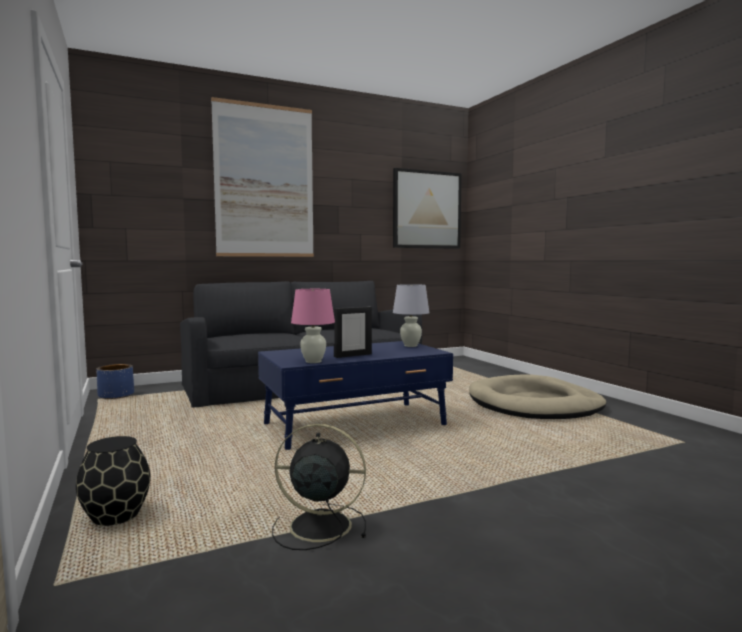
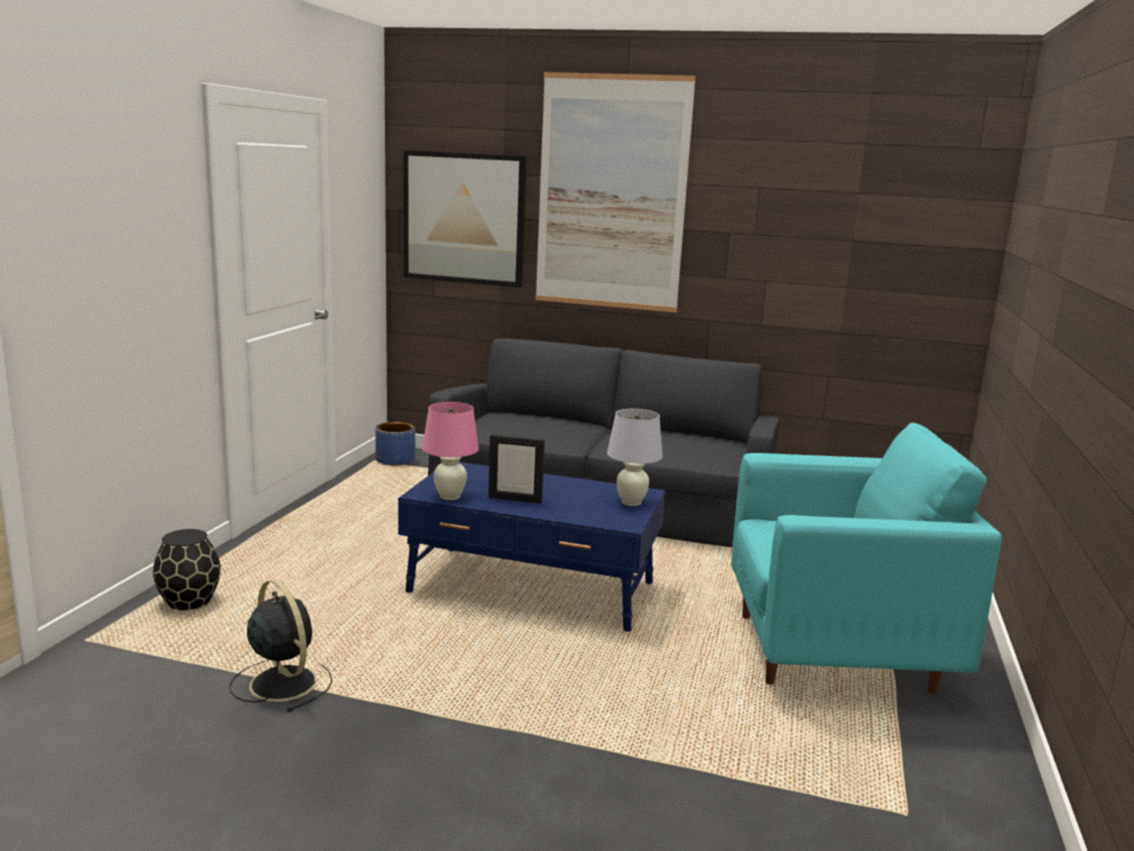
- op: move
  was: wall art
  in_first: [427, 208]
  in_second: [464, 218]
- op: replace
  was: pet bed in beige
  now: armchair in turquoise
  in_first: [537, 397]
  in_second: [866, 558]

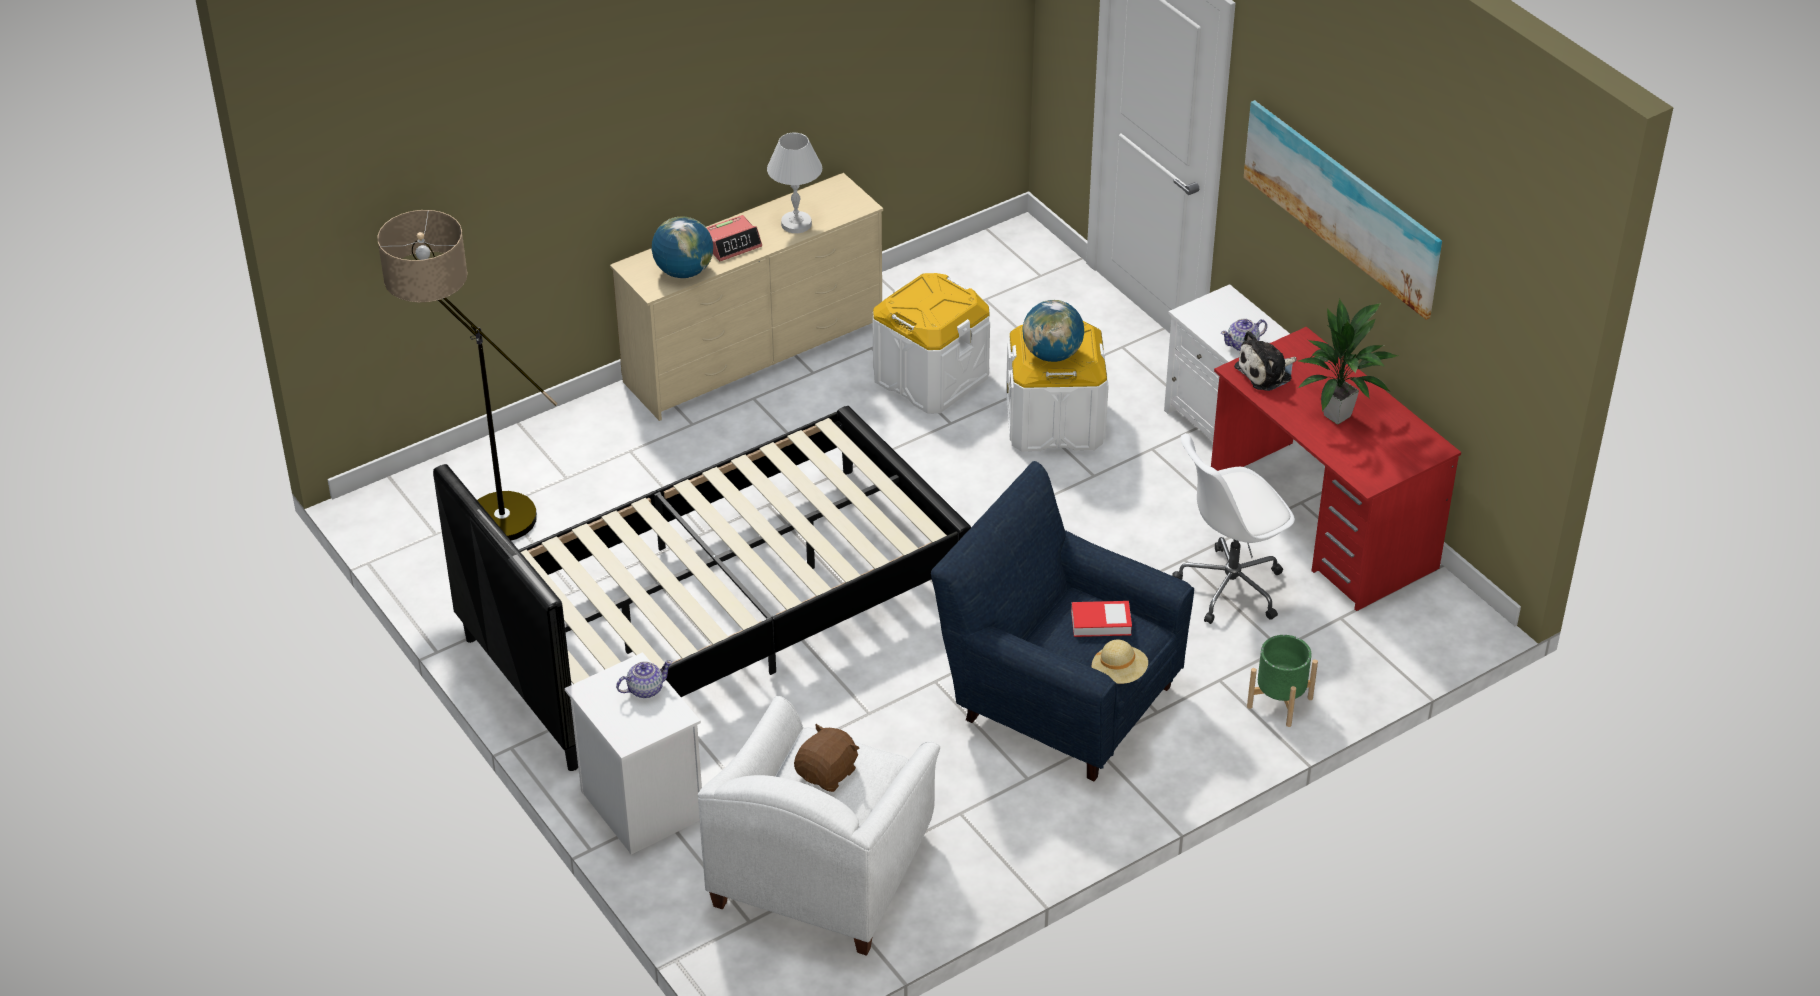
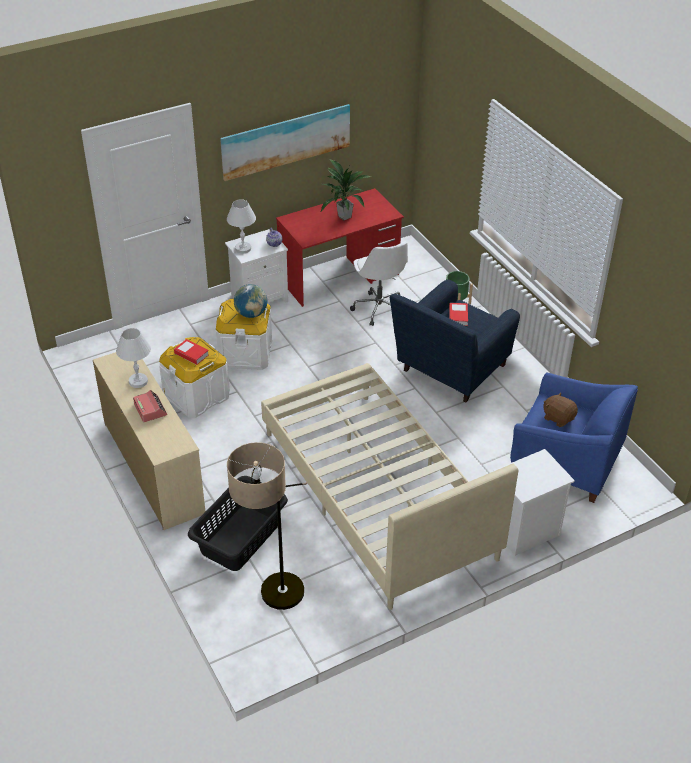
- op: recolor
  was: bed in black
  now: bed in beige
  in_first: [702, 588]
  in_second: [389, 486]
- op: delete
  was: teapot
  in_first: [644, 679]
- op: delete
  was: world globe
  in_first: [682, 247]
- op: recolor
  was: armchair in whitish
  now: armchair in blue
  in_first: [819, 826]
  in_second: [574, 437]
- op: delete
  was: wearable hat in beige
  in_first: [1120, 662]
- op: delete
  was: plush toy
  in_first: [1265, 361]
- op: insert
  now: bound book
  in_second: [191, 352]
- op: insert
  now: laundry basket in black
  in_second: [238, 523]
- op: insert
  now: lamp for a table in whitish
  in_second: [241, 226]

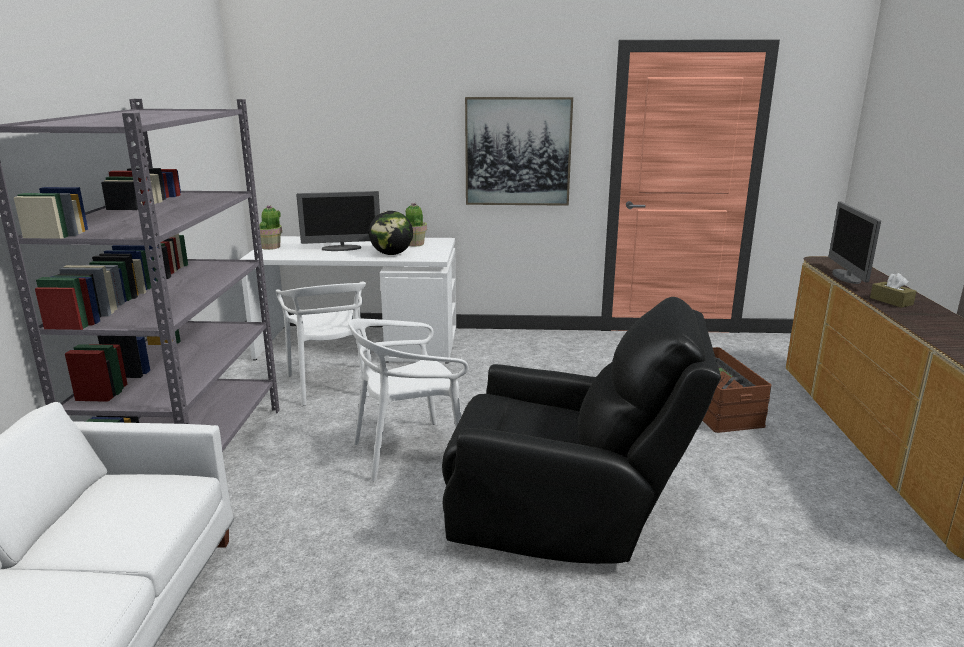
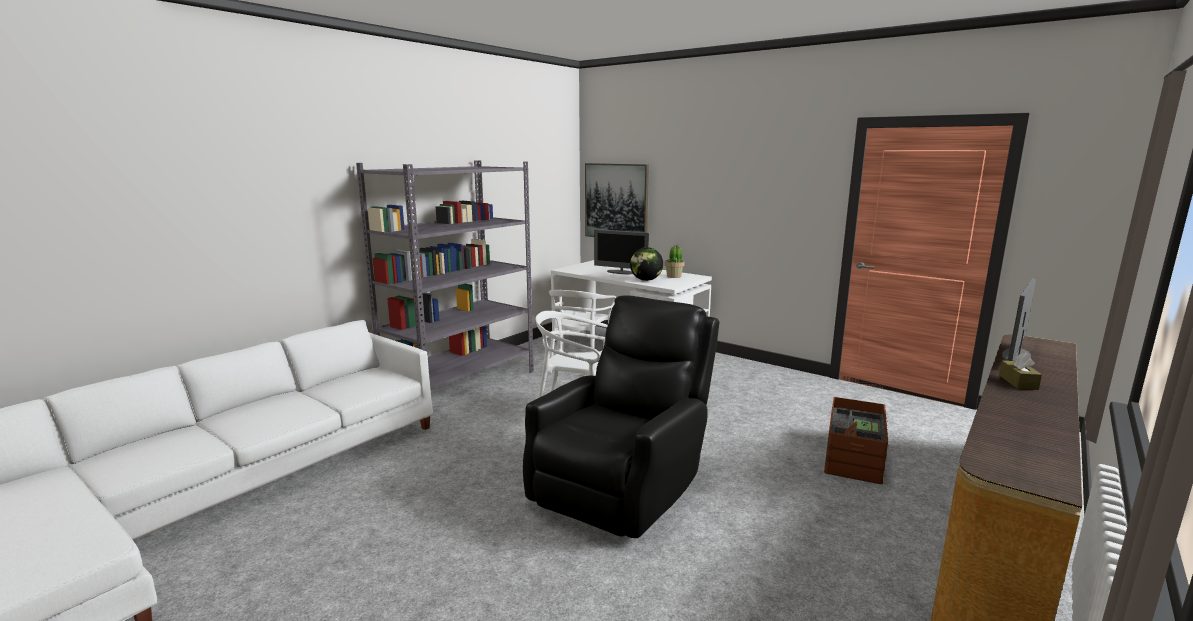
- op: delete
  was: plant in a pot
  in_first: [270, 227]
- op: rotate
  was: armchair in black
  in_first: [581, 430]
  in_second: [621, 416]
  clockwise: -105
- op: move
  was: wall art
  in_first: [519, 151]
  in_second: [617, 200]

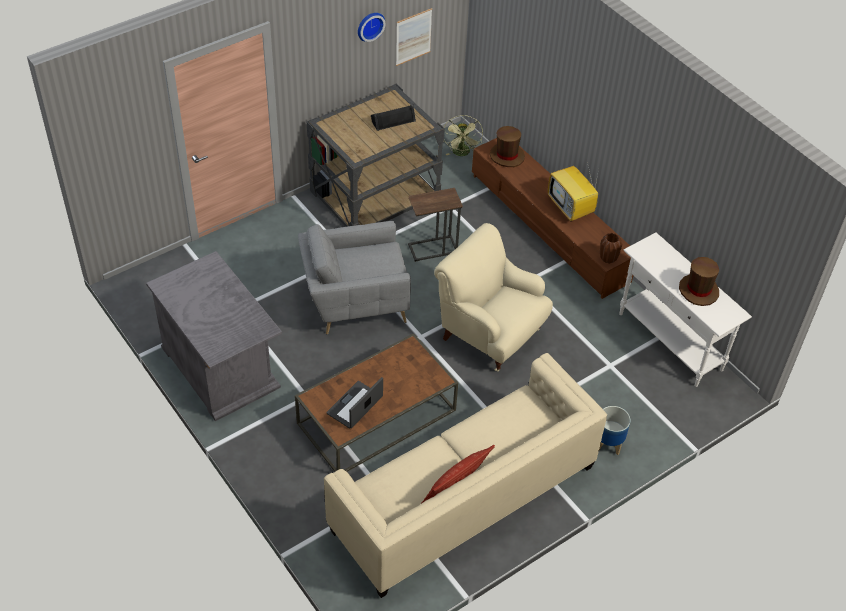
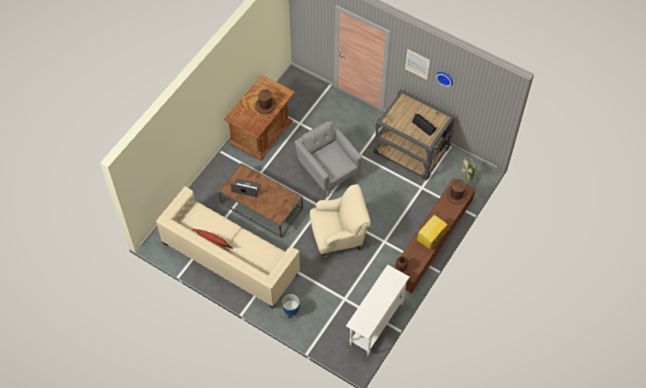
- op: recolor
  was: cupboard in grey
  now: cupboard in brown
  in_first: [214, 336]
  in_second: [259, 117]
- op: move
  was: wall art
  in_first: [414, 37]
  in_second: [417, 64]
- op: delete
  was: end table in brown
  in_first: [435, 225]
- op: rotate
  was: armchair in beige
  in_first: [493, 297]
  in_second: [340, 220]
  clockwise: 60
- op: move
  was: wearable hat in brown
  in_first: [699, 281]
  in_second: [265, 101]

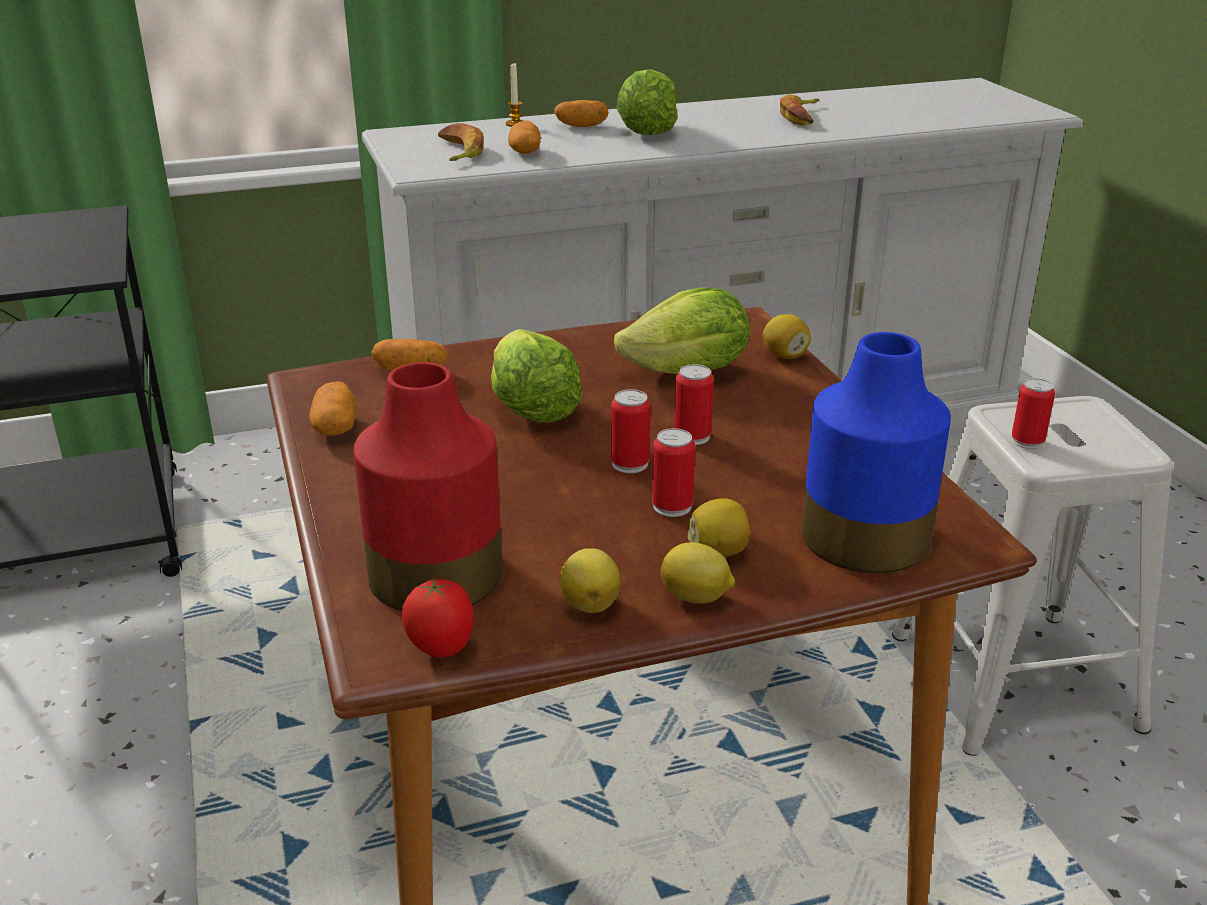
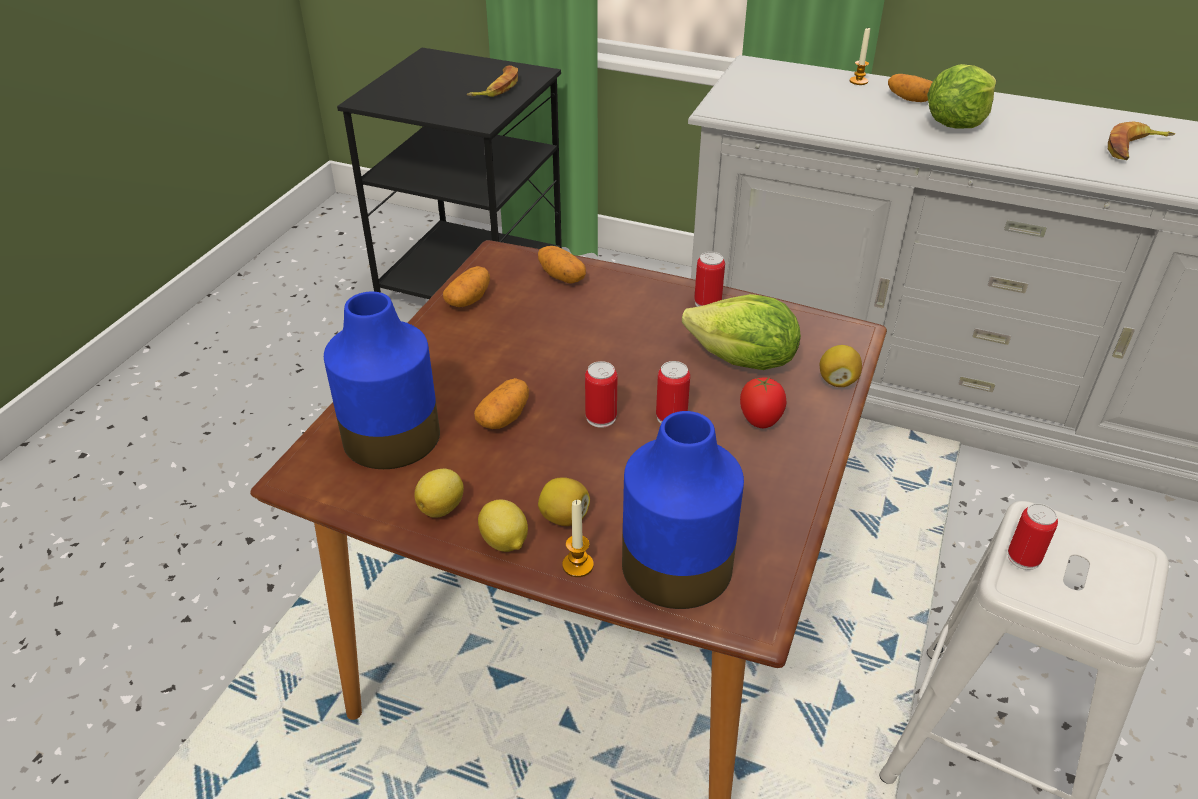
- op: recolor
  was: flower vase in reddish
  now: flower vase in blue
  in_first: [428, 486]
  in_second: [382, 380]
- op: move
  was: tomato
  in_first: [438, 617]
  in_second: [763, 402]
- op: move
  was: banana fruit
  in_first: [461, 142]
  in_second: [492, 81]
- op: delete
  was: lettuce
  in_first: [536, 376]
- op: move
  was: potato
  in_first: [524, 137]
  in_second: [501, 403]
- op: move
  was: sealed can
  in_first: [673, 472]
  in_second: [709, 279]
- op: insert
  now: wax light
  in_second: [578, 538]

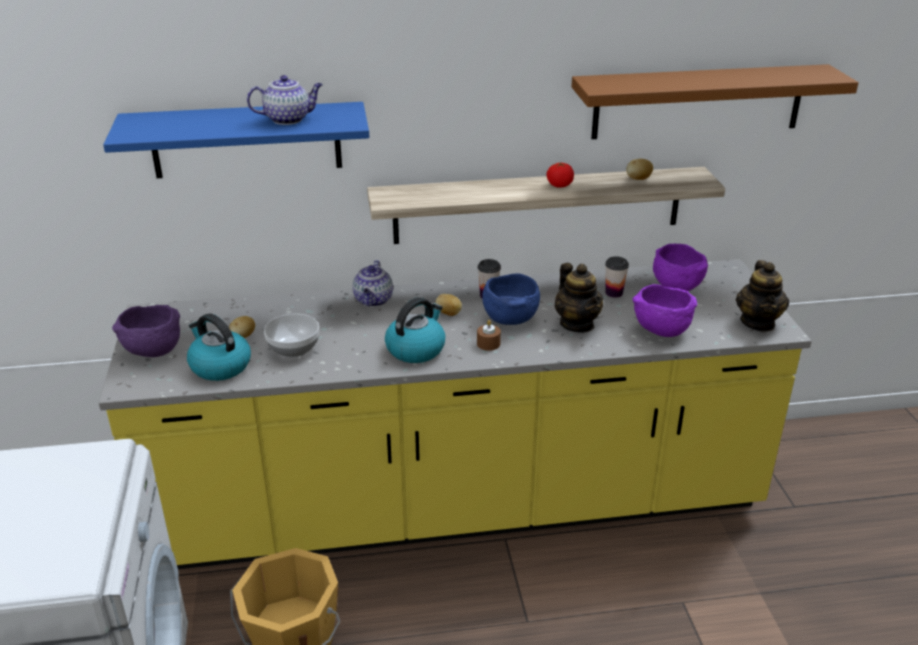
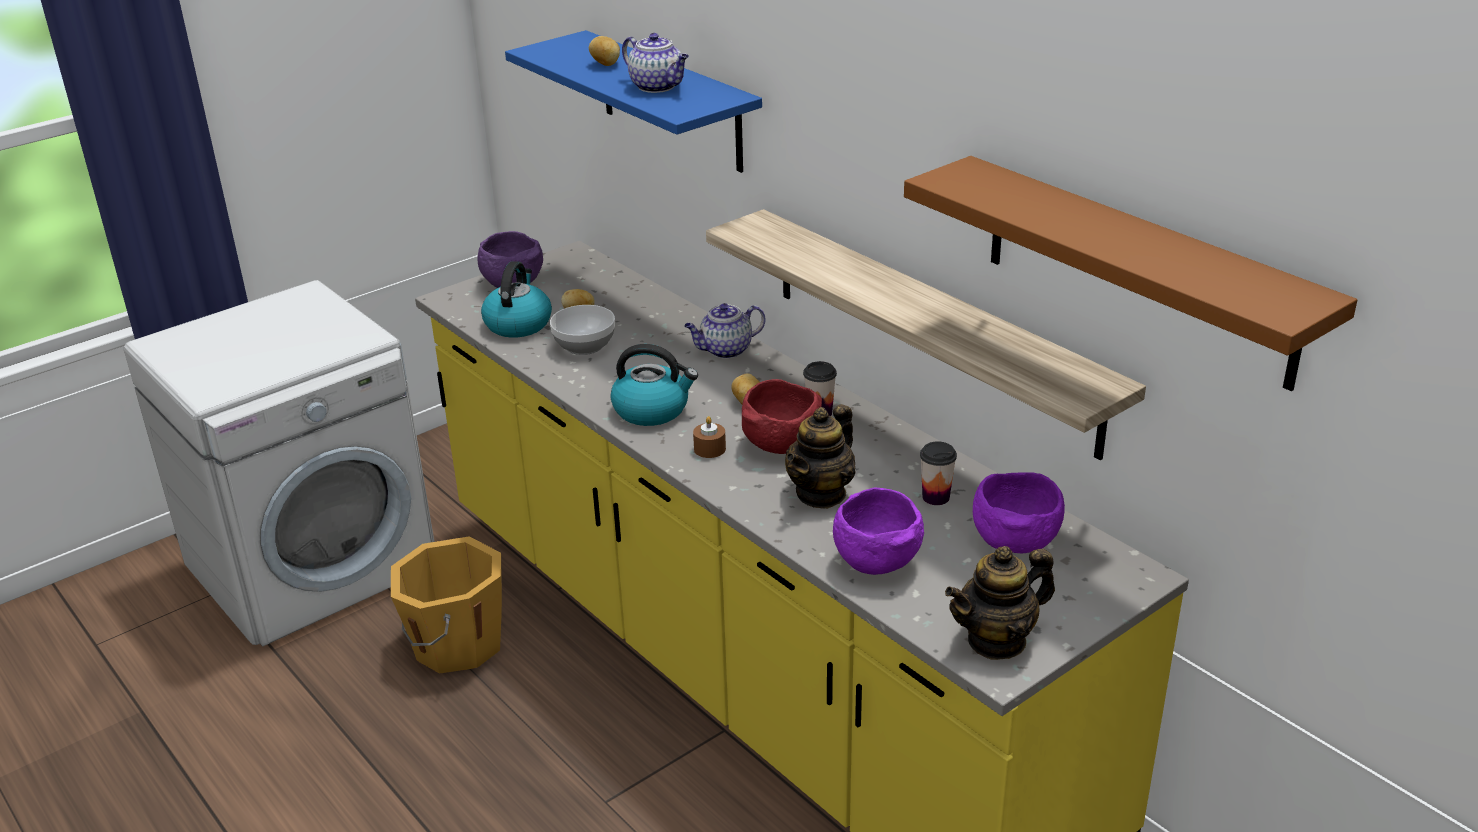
- op: recolor
  was: deep dish in blue
  now: deep dish in reddish
  in_first: [511, 299]
  in_second: [782, 416]
- op: delete
  was: tomato
  in_first: [560, 175]
- op: move
  was: potato
  in_first: [639, 169]
  in_second: [604, 51]

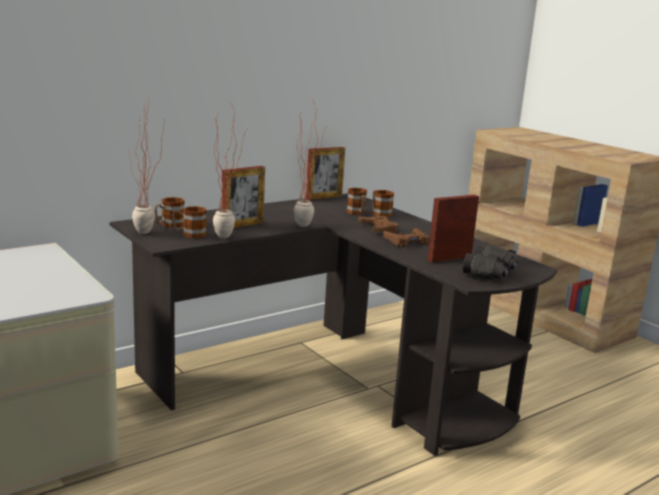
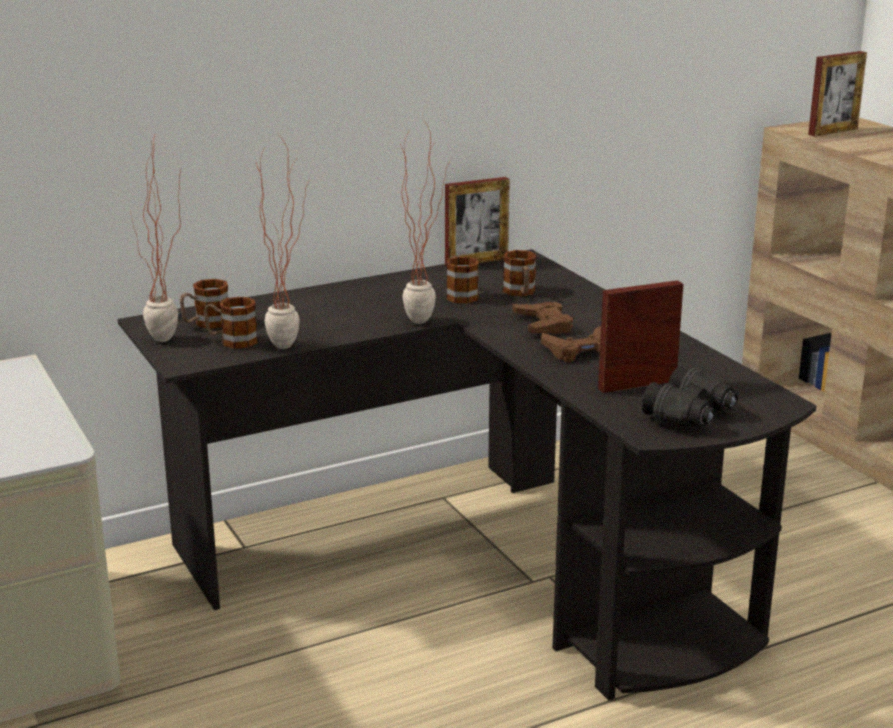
- op: move
  was: picture frame
  in_first: [243, 197]
  in_second: [837, 94]
- op: move
  was: coffee mug
  in_first: [383, 203]
  in_second: [462, 280]

